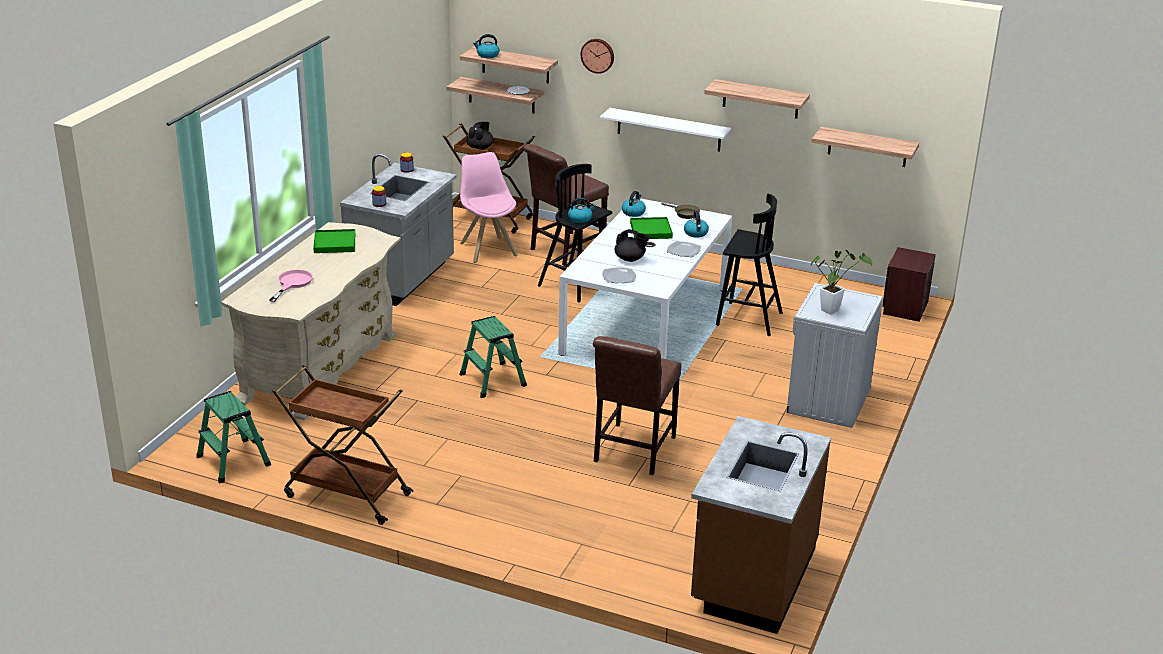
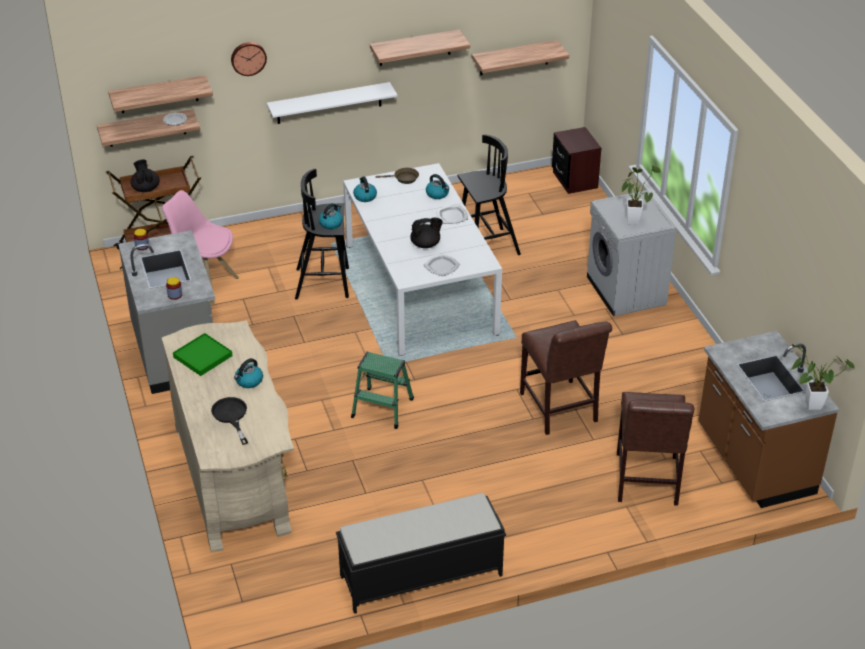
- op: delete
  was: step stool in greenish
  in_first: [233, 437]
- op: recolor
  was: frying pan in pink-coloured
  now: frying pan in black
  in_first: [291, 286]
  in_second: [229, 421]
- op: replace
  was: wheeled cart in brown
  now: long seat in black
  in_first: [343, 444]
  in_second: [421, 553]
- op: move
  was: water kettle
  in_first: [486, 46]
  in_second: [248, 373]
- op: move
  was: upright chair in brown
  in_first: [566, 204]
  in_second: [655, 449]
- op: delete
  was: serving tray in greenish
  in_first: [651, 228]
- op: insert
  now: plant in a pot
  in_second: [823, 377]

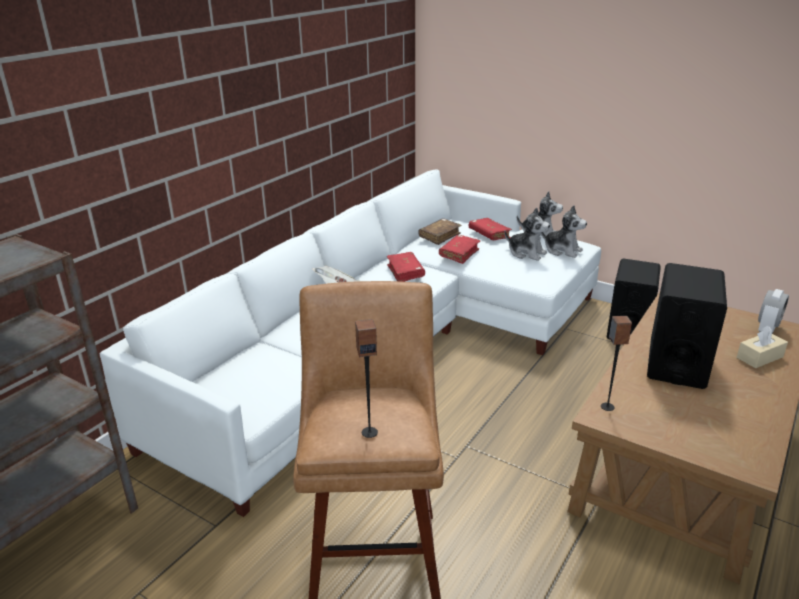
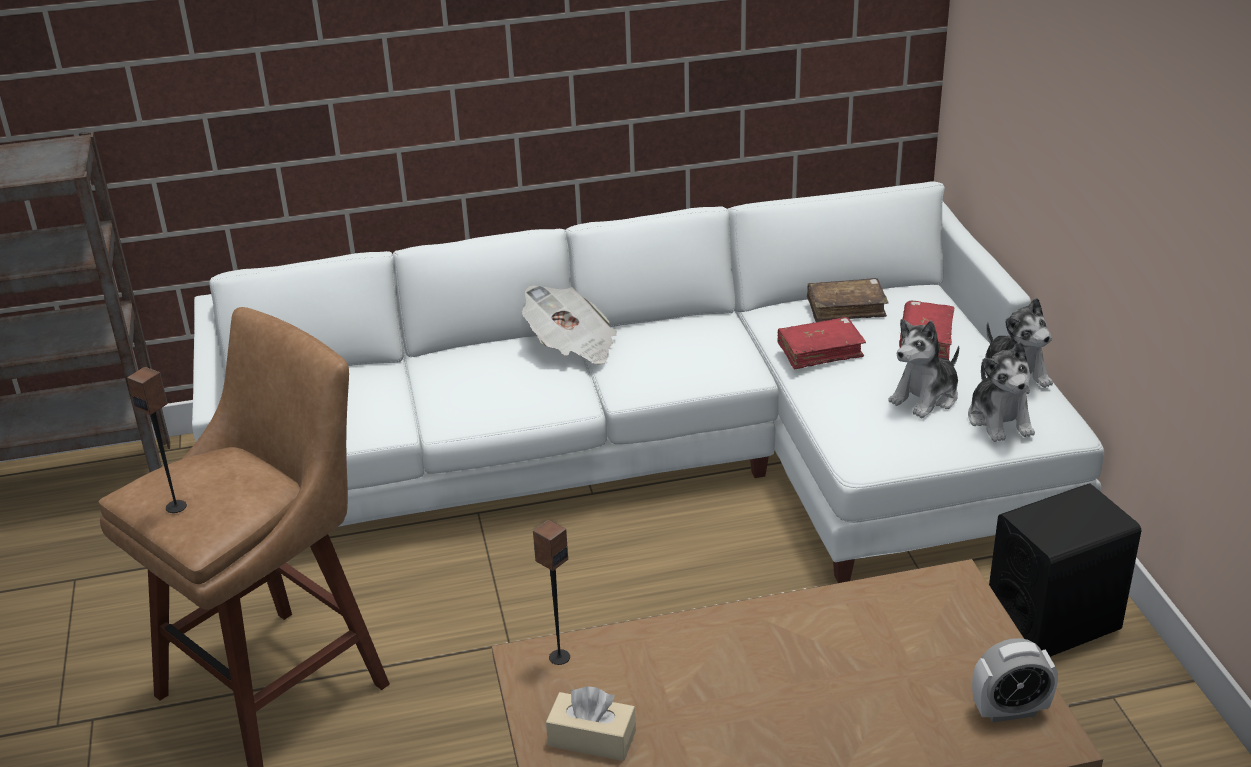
- op: delete
  was: bound book in reddish
  in_first: [406, 267]
- op: rotate
  was: plush toy
  in_first: [527, 234]
  in_second: [923, 368]
  clockwise: 60
- op: delete
  was: speaker in black
  in_first: [687, 326]
- op: move
  was: box of tissues in beige
  in_first: [762, 347]
  in_second: [591, 723]

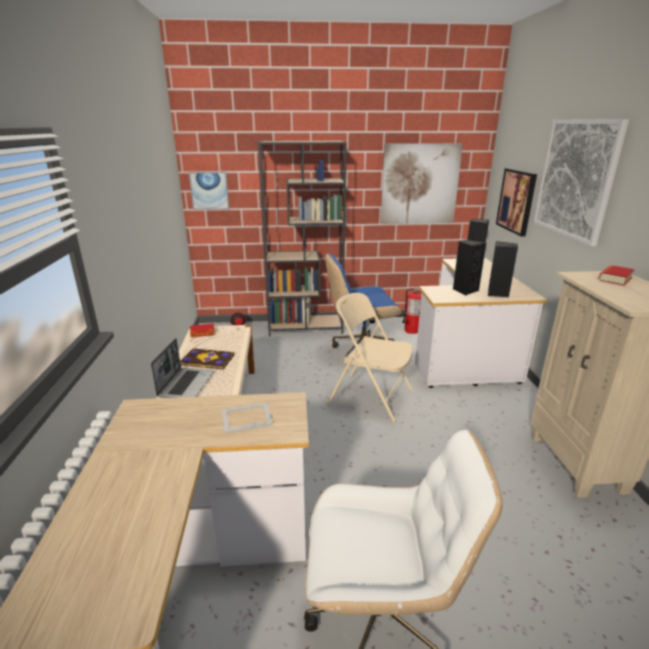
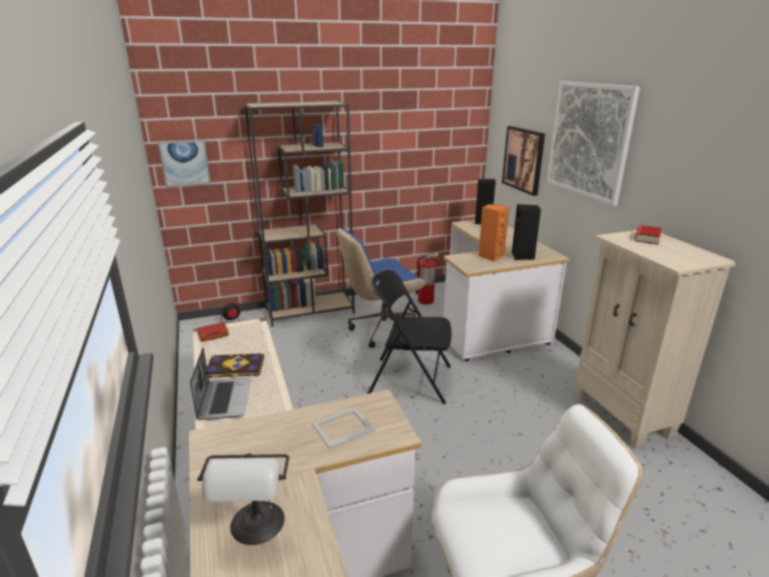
- op: recolor
  was: upright chair in beige
  now: upright chair in black
  in_first: [370, 358]
  in_second: [410, 337]
- op: delete
  was: wall art
  in_first: [421, 183]
- op: recolor
  was: speaker in black
  now: speaker in orange-coloured
  in_first: [469, 267]
  in_second: [493, 233]
- op: insert
  now: lamp for a table
  in_second: [243, 499]

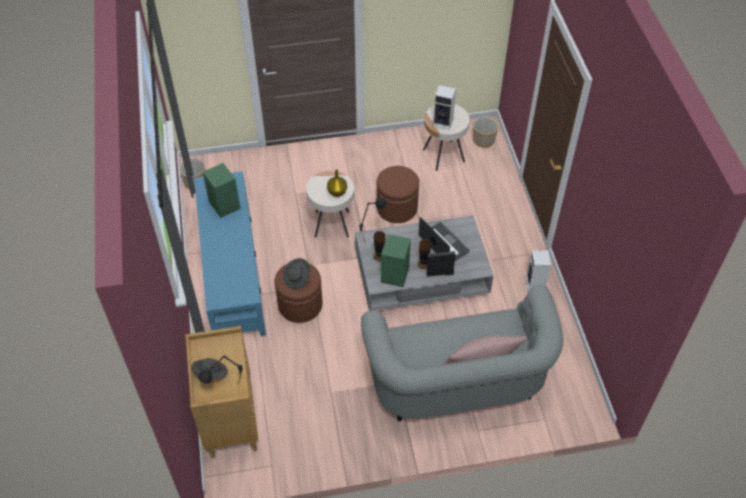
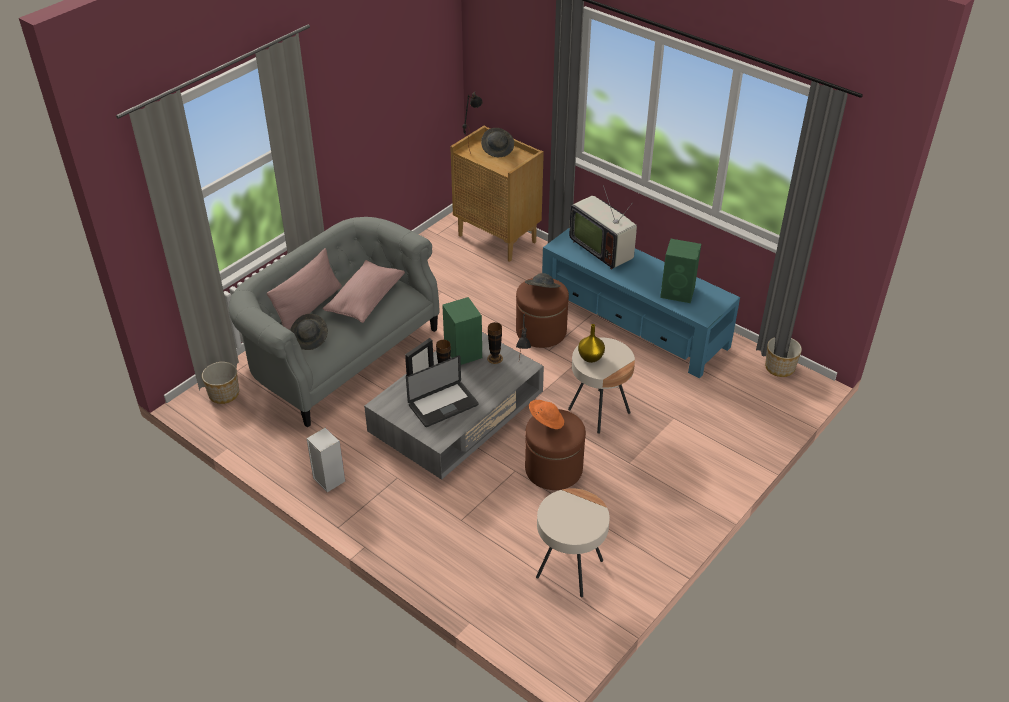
- op: rotate
  was: laptop
  in_first: [444, 239]
  in_second: [442, 391]
  clockwise: -45
- op: delete
  was: speaker
  in_first: [444, 107]
- op: move
  was: flower pot
  in_first: [485, 132]
  in_second: [220, 383]
- op: insert
  now: wearable hat in grey
  in_second: [309, 332]
- op: insert
  now: cushion in pink-coloured
  in_second: [363, 291]
- op: insert
  now: wearable hat in orange-coloured
  in_second: [546, 414]
- op: insert
  now: TV set
  in_second: [603, 227]

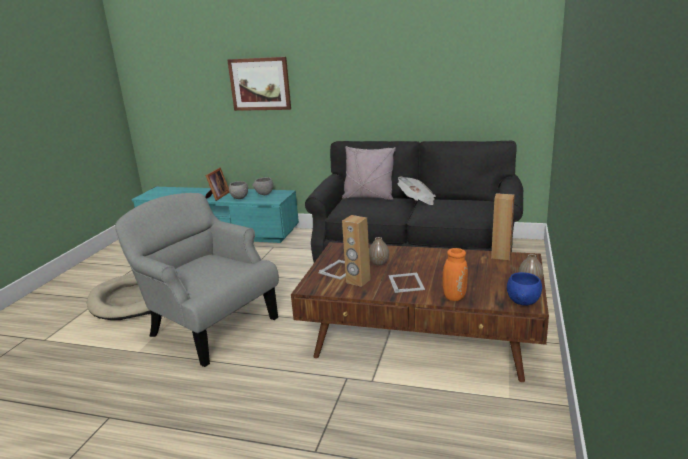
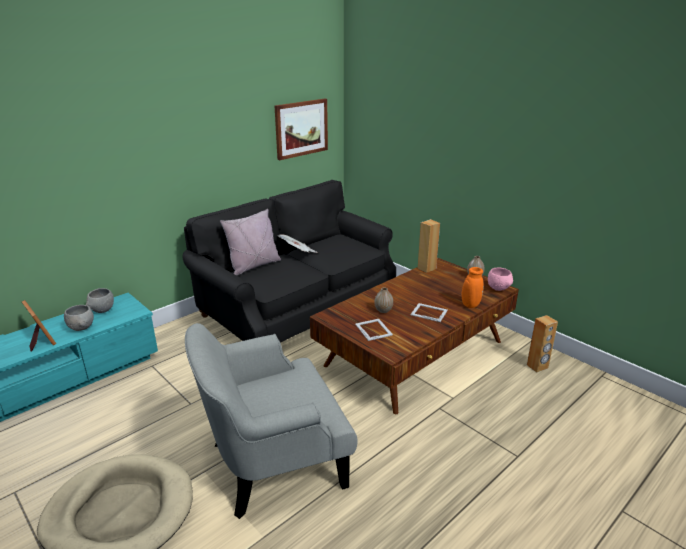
- op: move
  was: wall art
  in_first: [259, 84]
  in_second: [301, 129]
- op: move
  was: speaker in brown
  in_first: [356, 251]
  in_second: [542, 343]
- op: recolor
  was: deep dish in blue
  now: deep dish in pink-coloured
  in_first: [524, 289]
  in_second: [500, 279]

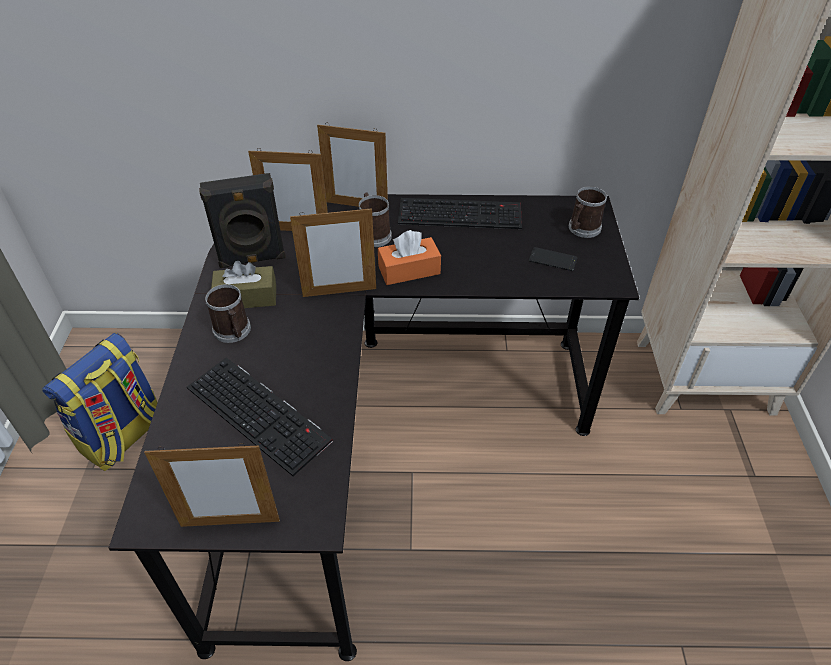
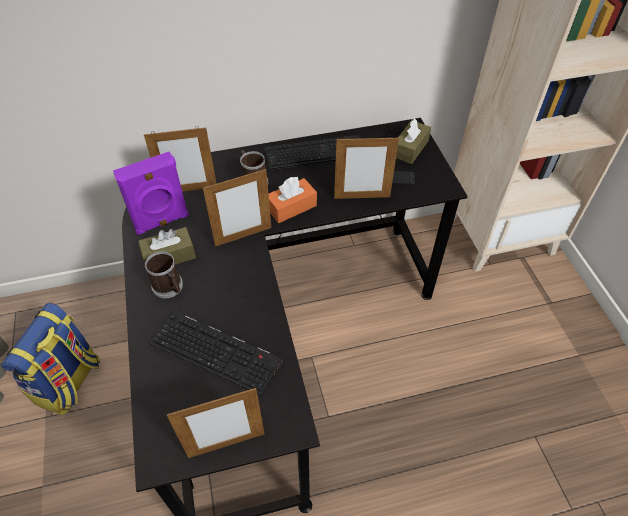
- op: recolor
  was: speaker in black
  now: speaker in purplish
  in_first: [242, 220]
  in_second: [151, 193]
- op: move
  was: picture frame
  in_first: [352, 165]
  in_second: [366, 167]
- op: replace
  was: coffee mug
  now: box of tissues in brown
  in_first: [588, 212]
  in_second: [413, 141]

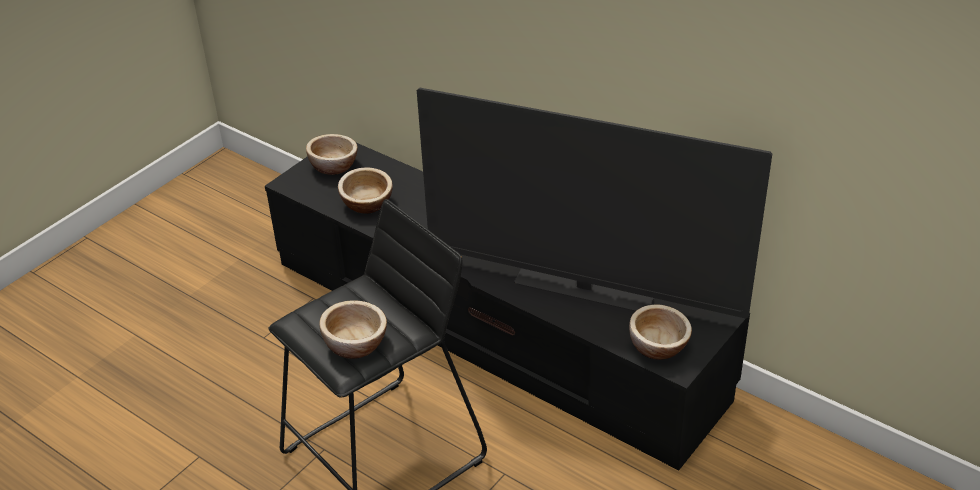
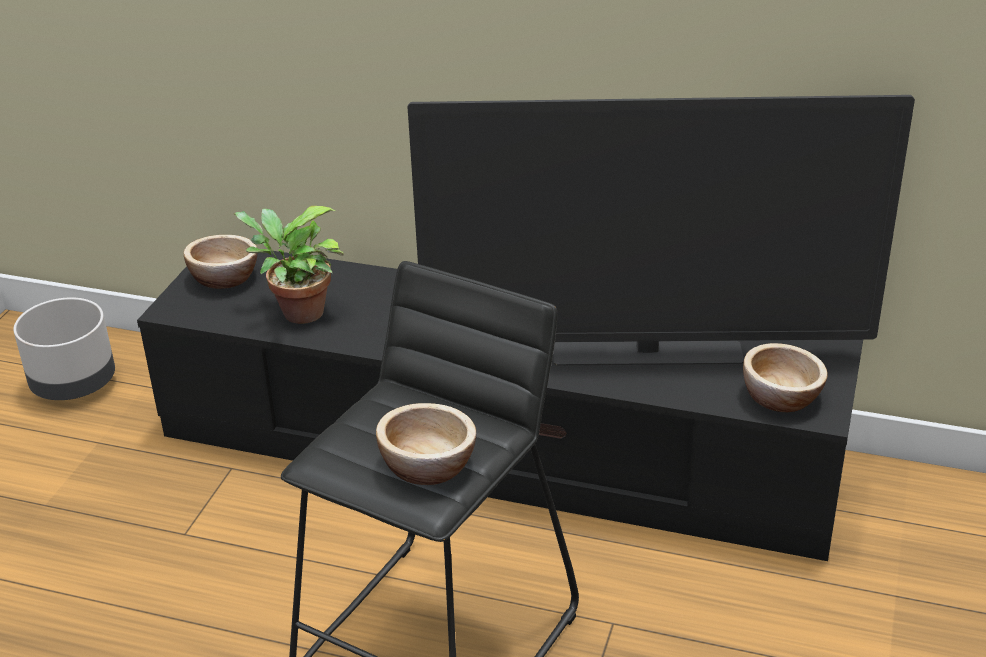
- op: replace
  was: deep dish
  now: plant in a pot
  in_first: [365, 191]
  in_second: [289, 265]
- op: insert
  now: flower pot in grey
  in_second: [64, 348]

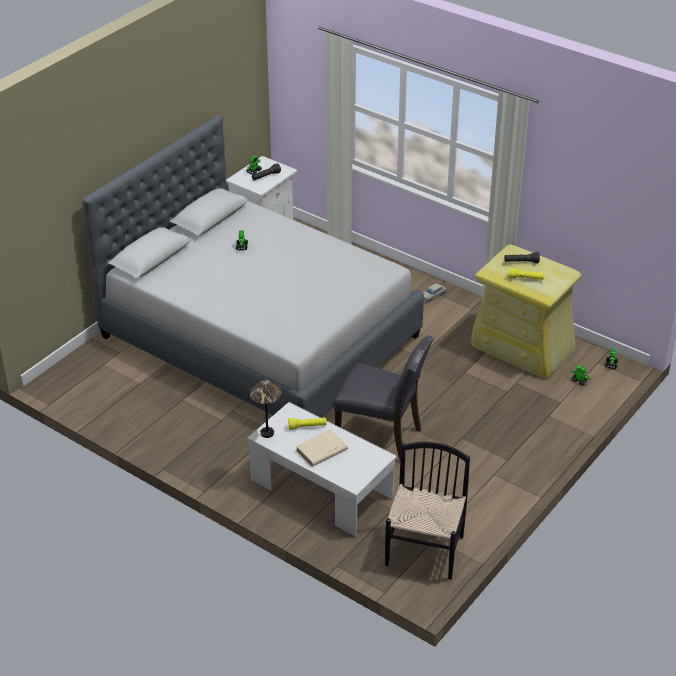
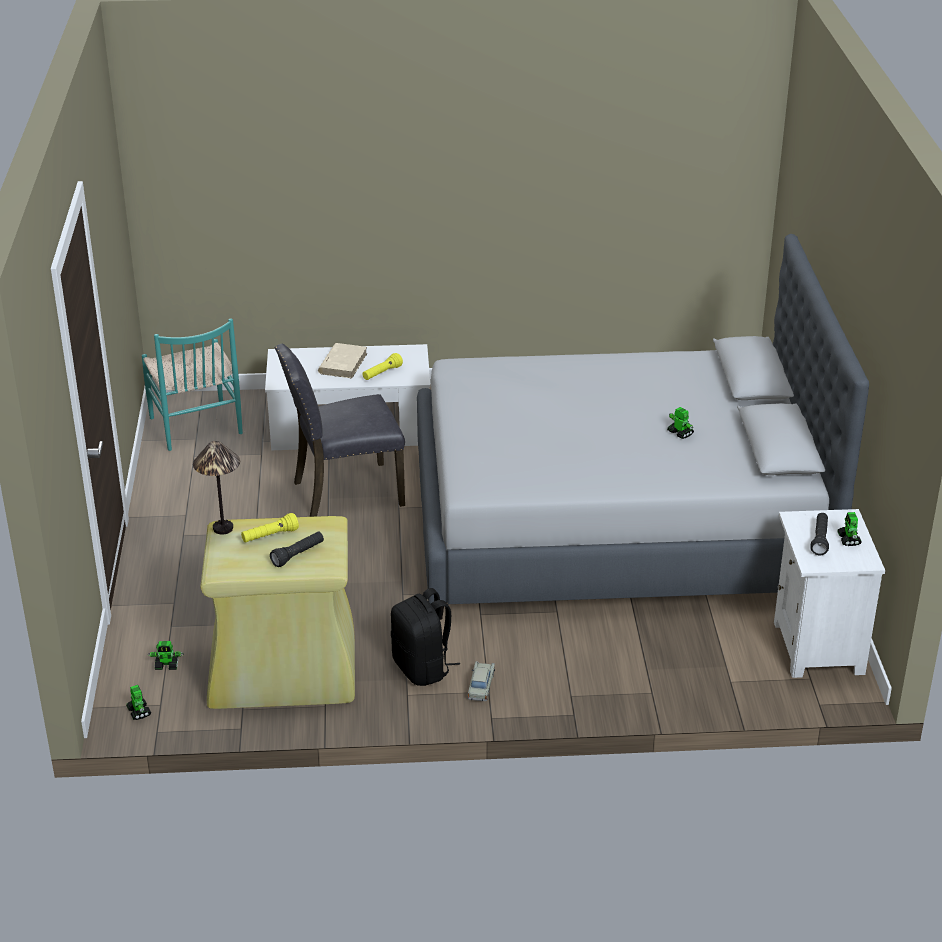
- op: move
  was: lamp for a table
  in_first: [265, 408]
  in_second: [216, 488]
- op: recolor
  was: upright chair in black
  now: upright chair in turquoise
  in_first: [427, 511]
  in_second: [192, 384]
- op: insert
  now: backpack in black
  in_second: [425, 637]

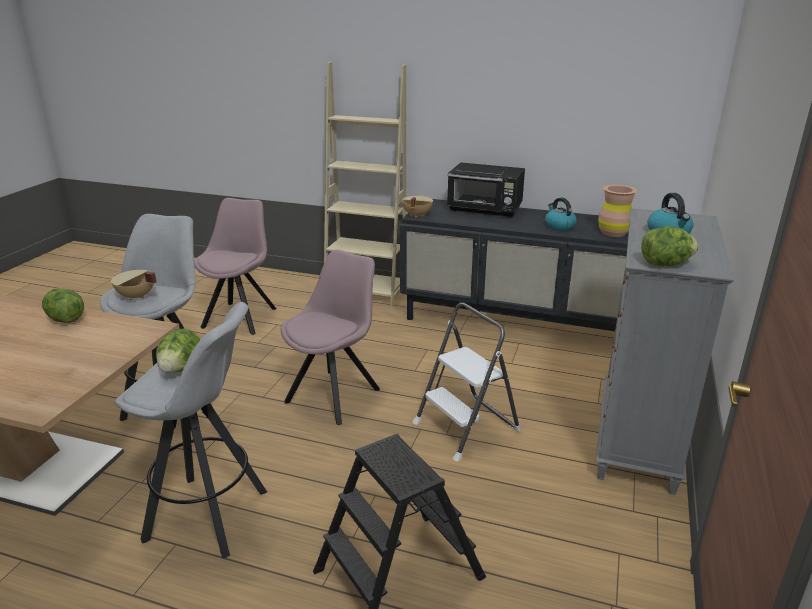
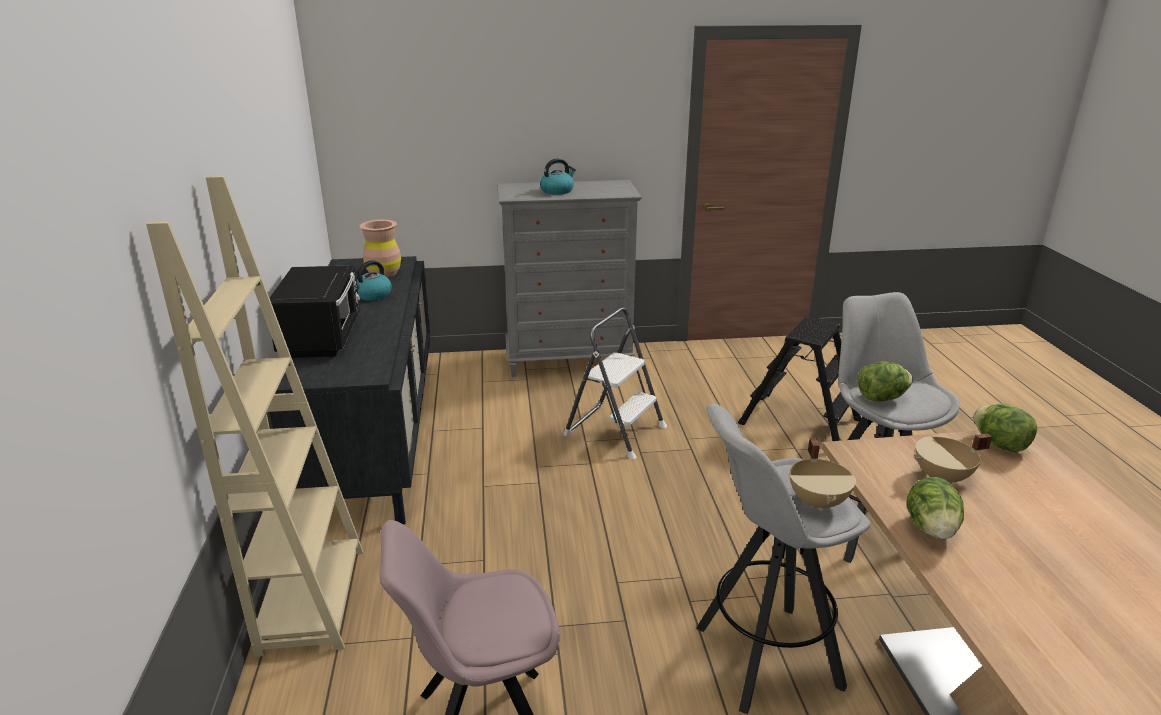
- op: delete
  was: upright chair in pink-coloured
  in_first: [330, 337]
- op: move
  was: stockpot in beige
  in_first: [417, 206]
  in_second: [952, 459]
- op: move
  was: lettuce
  in_first: [670, 246]
  in_second: [1005, 428]

